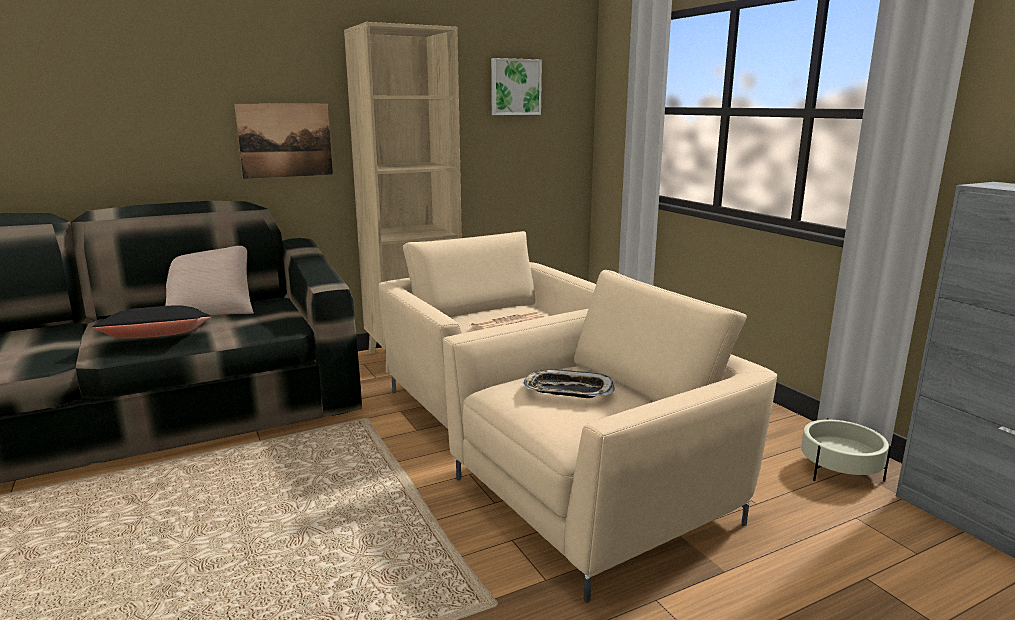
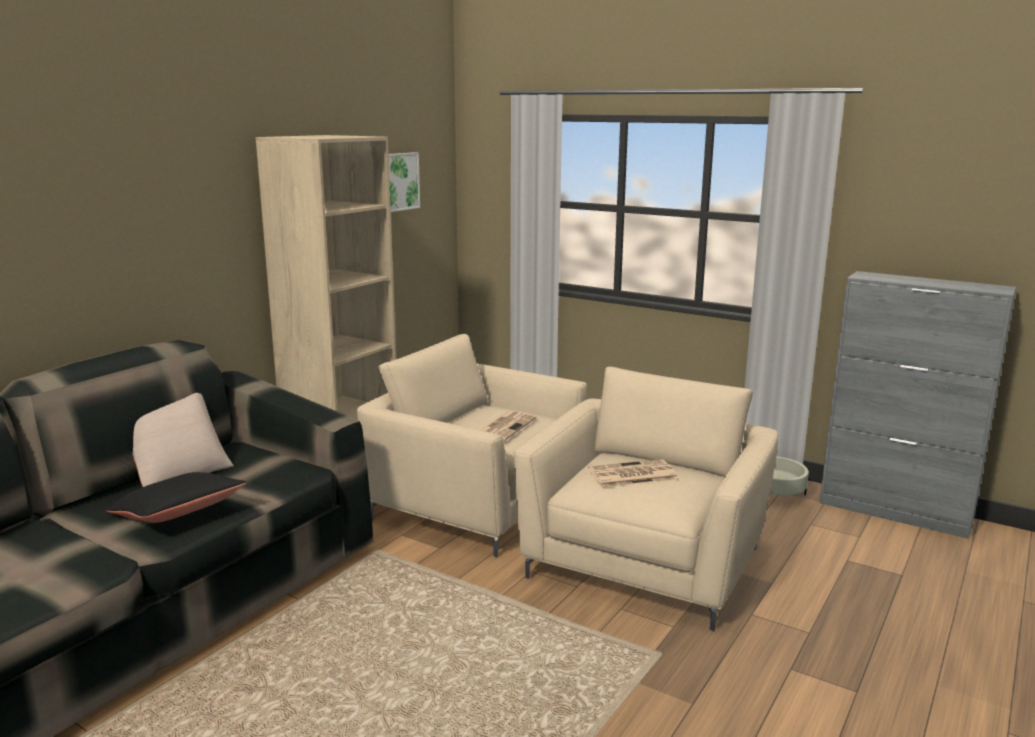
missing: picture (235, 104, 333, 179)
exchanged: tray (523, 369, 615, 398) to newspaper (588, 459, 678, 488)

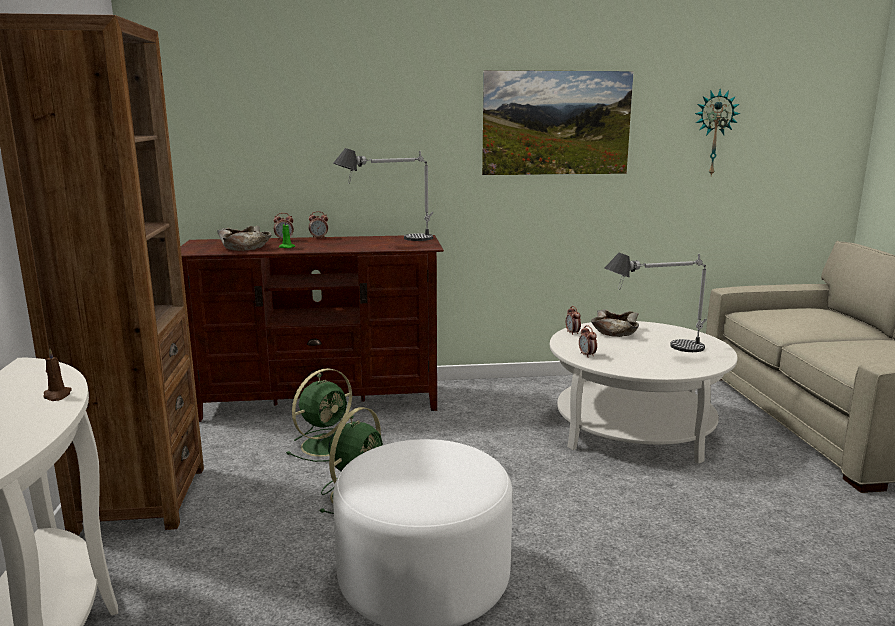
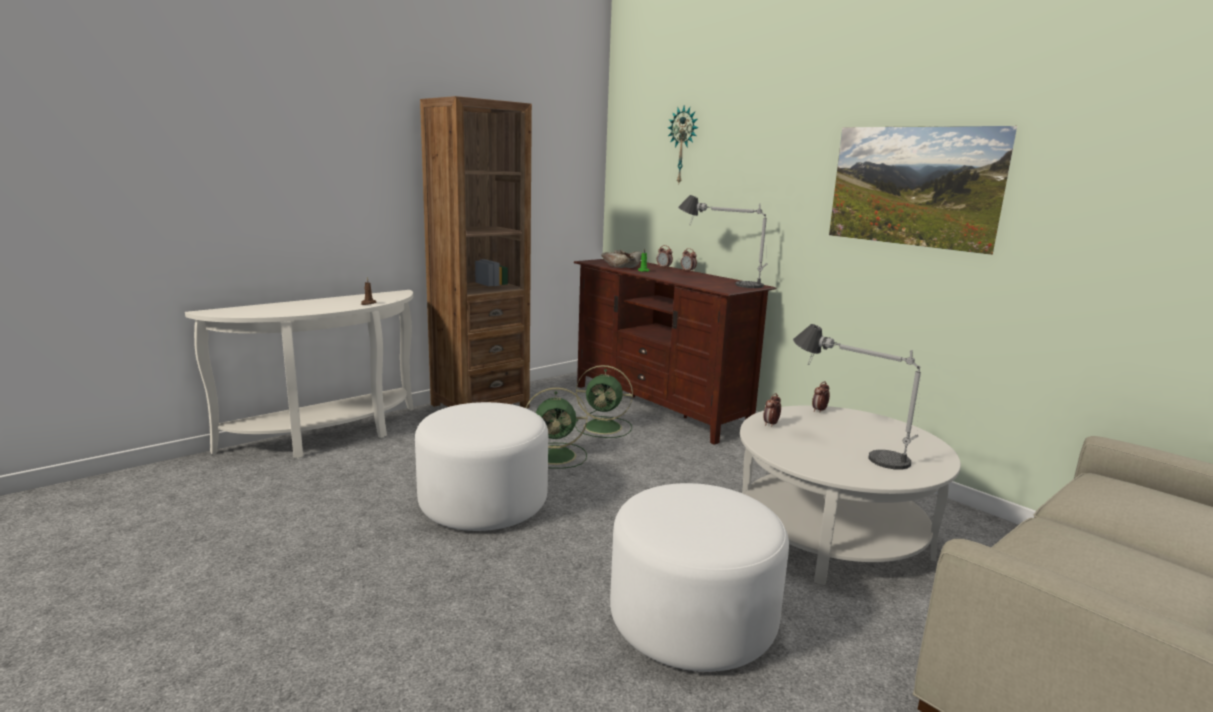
missing: beige bowl (591, 309, 639, 337)
appeared: white ottoman (610, 483, 789, 672)
relocated: wall clock (695, 88, 740, 176) to (668, 106, 699, 183)

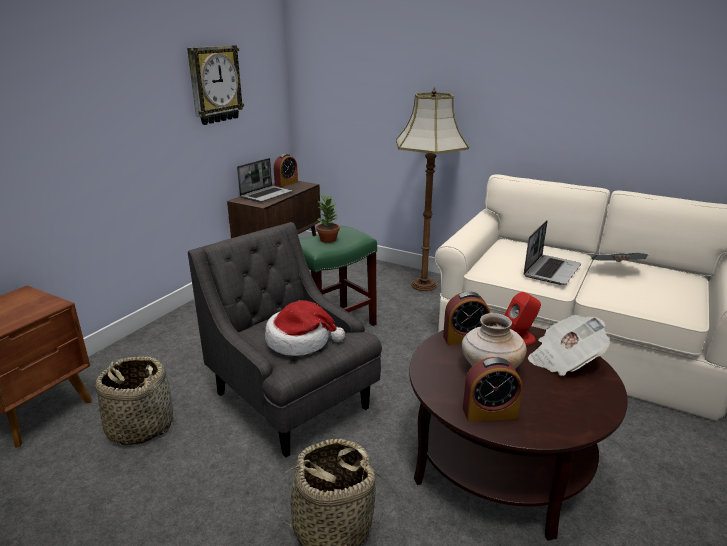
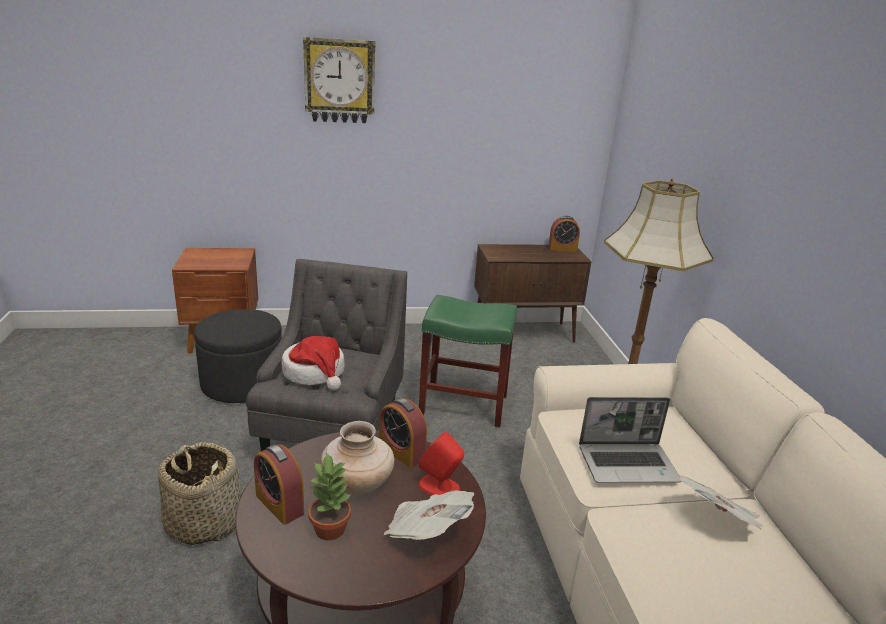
missing: laptop (237, 158, 293, 202)
relocated: wall clock (187, 45, 244, 125) to (303, 37, 375, 123); potted plant (317, 193, 339, 243) to (308, 454, 351, 540)
exchanged: basket (96, 357, 173, 445) to black ottoman (194, 309, 282, 403)

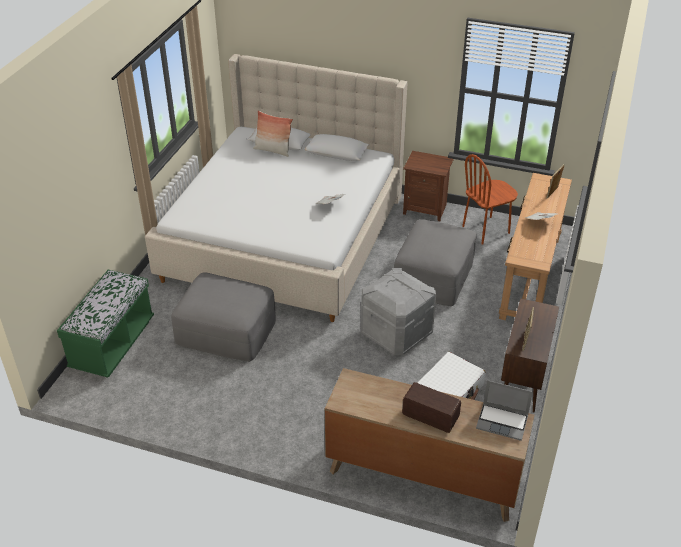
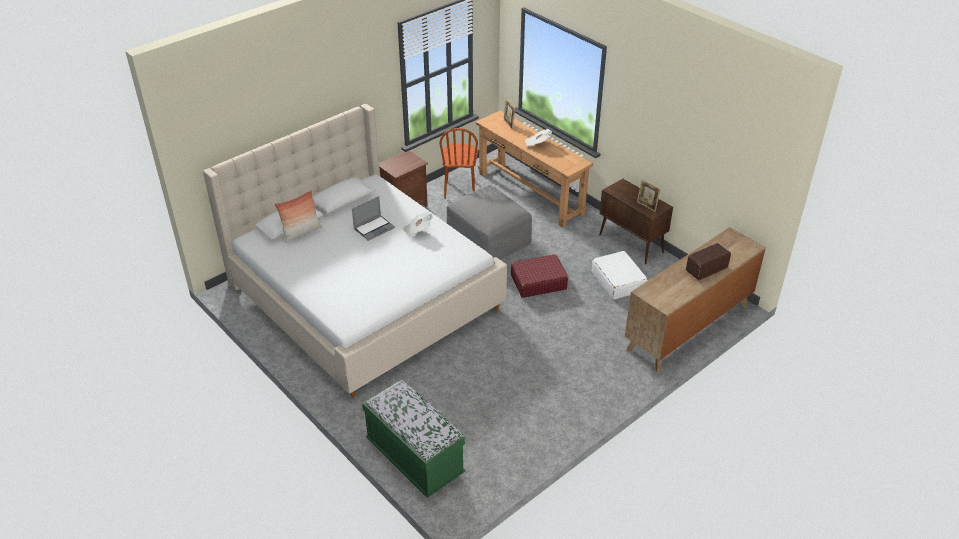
missing: grey ottoman (171, 272, 276, 362)
relocated: laptop (476, 380, 533, 441) to (352, 196, 395, 241)
exchanged: grey storage box (361, 268, 436, 356) to red suitcase (511, 254, 568, 298)

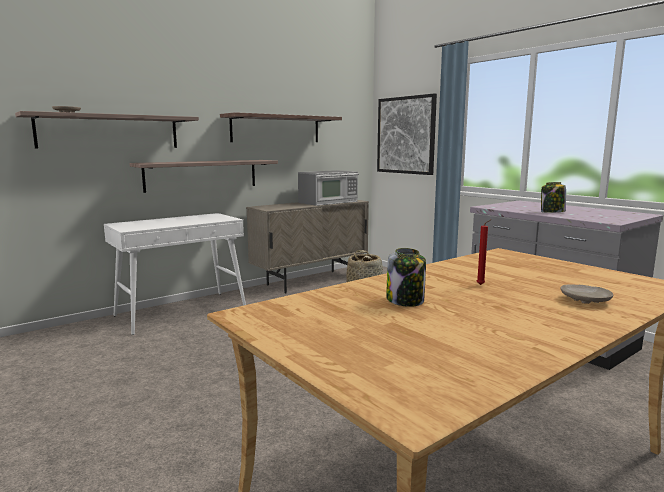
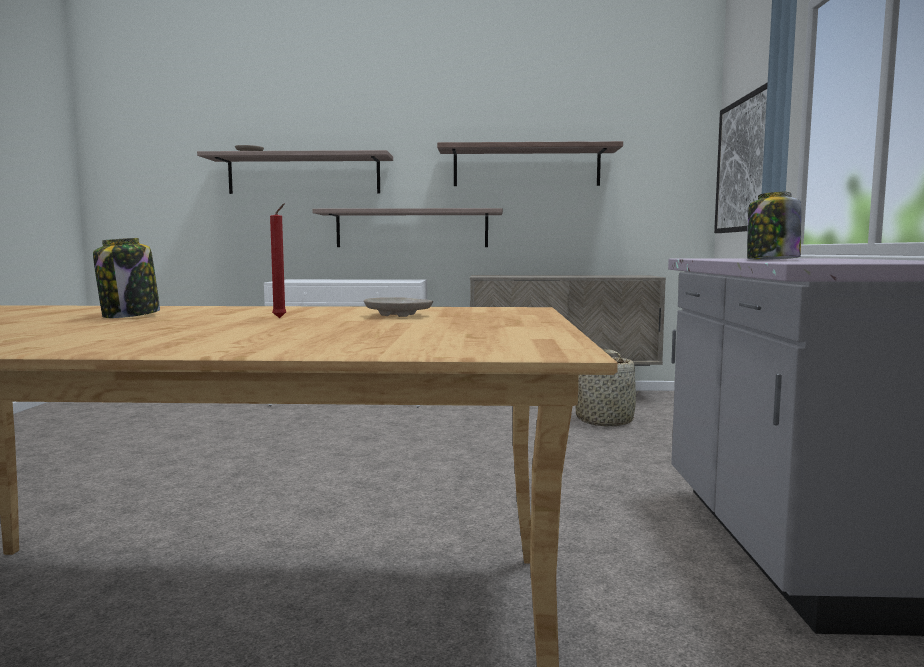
missing: microwave (298, 170, 359, 206)
relocated: beige plate (561, 284, 613, 304) to (364, 297, 433, 317)

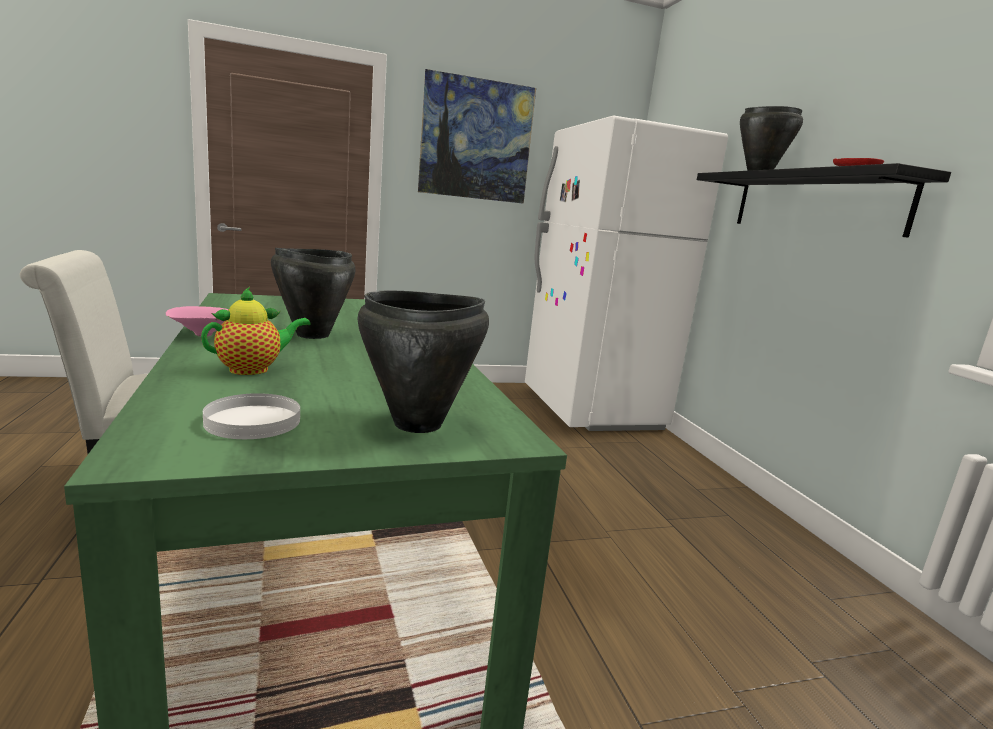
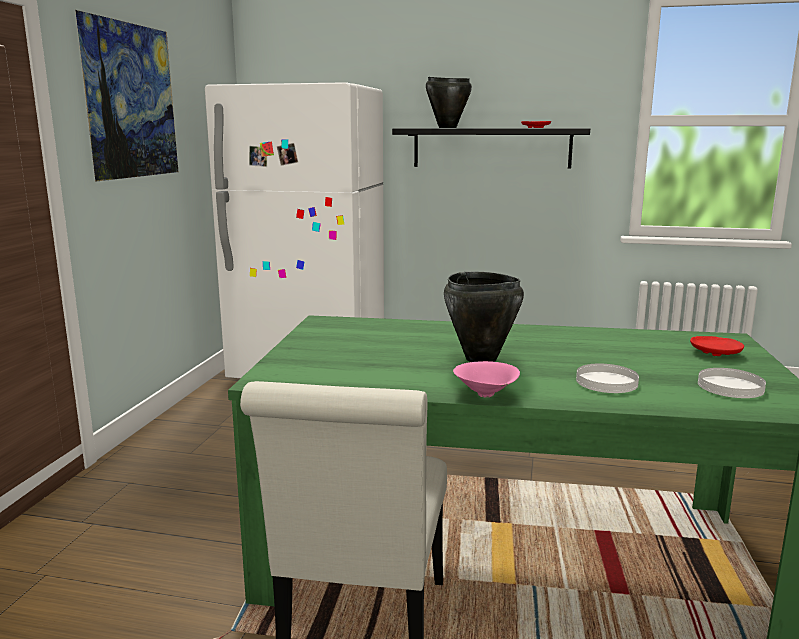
exchanged: teapot (201, 287, 310, 375) to white plate (576, 364, 639, 393); black cooking pot (358, 291, 489, 433) to red plate (690, 336, 744, 356)

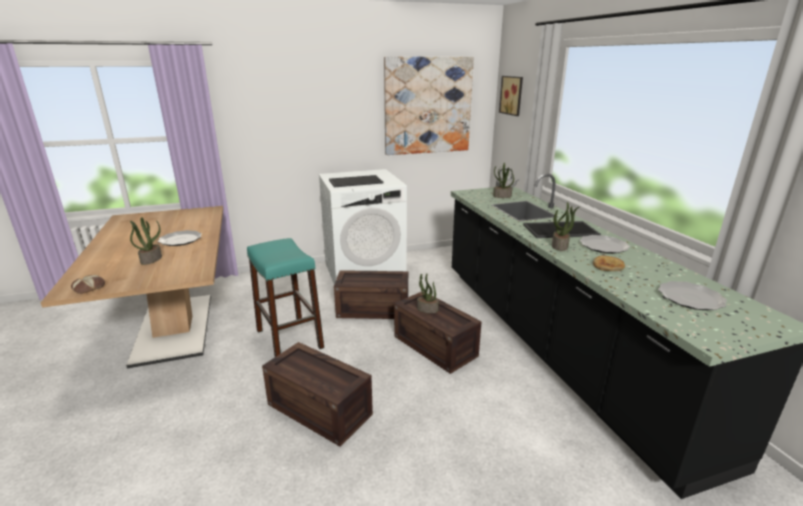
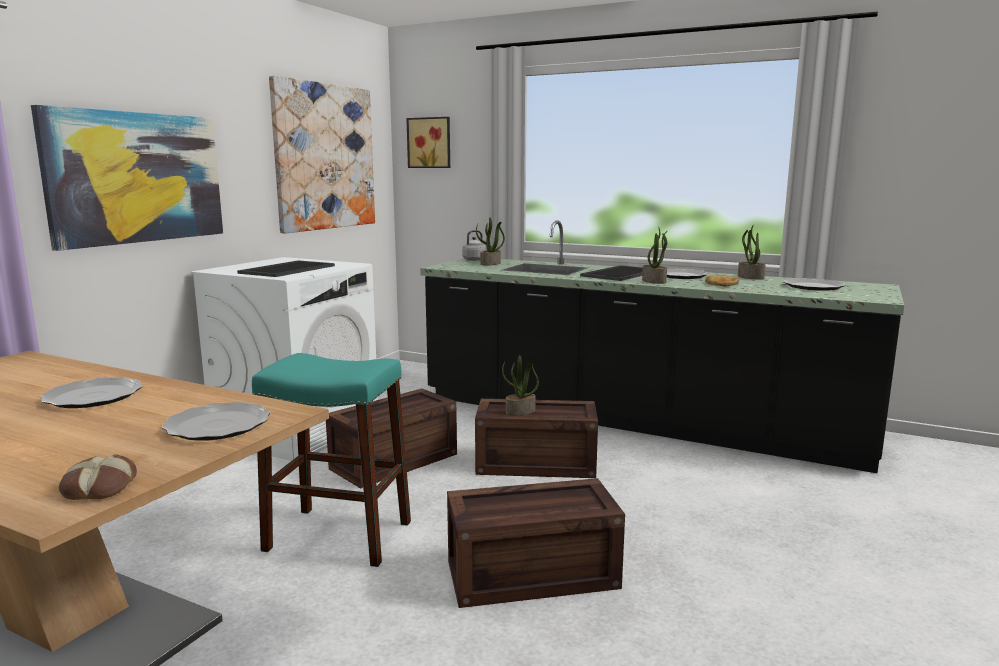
appeared: picture (31, 105, 223, 251); plate (161, 402, 271, 441)
relocated: potted plant (130, 217, 162, 265) to (738, 224, 766, 280)

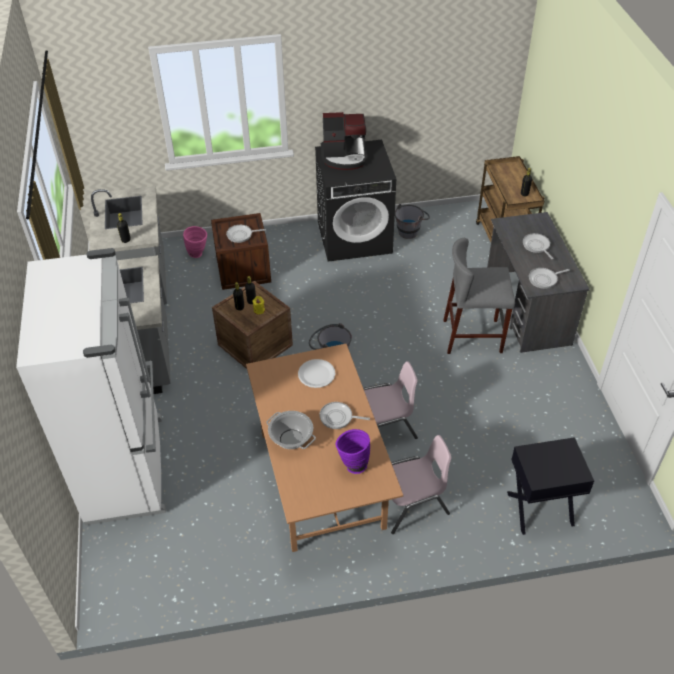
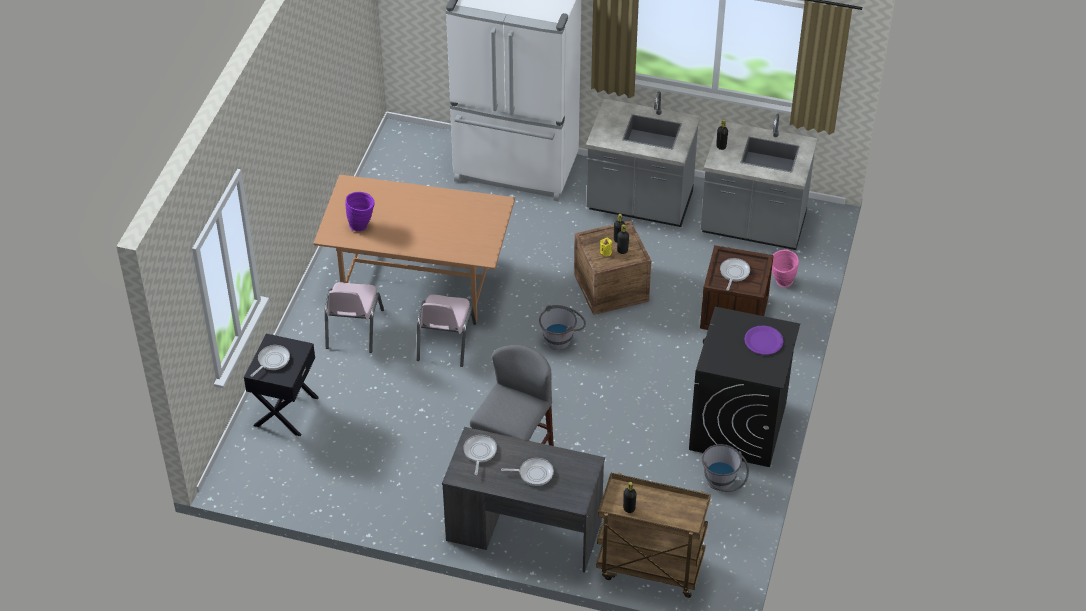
missing: white plate (298, 359, 335, 388); cooking pot (266, 411, 316, 449)
relocated: frying pan (320, 402, 370, 429) to (250, 345, 290, 377)
exchanged: coffee machine (321, 112, 367, 170) to purple plate (744, 326, 784, 355)

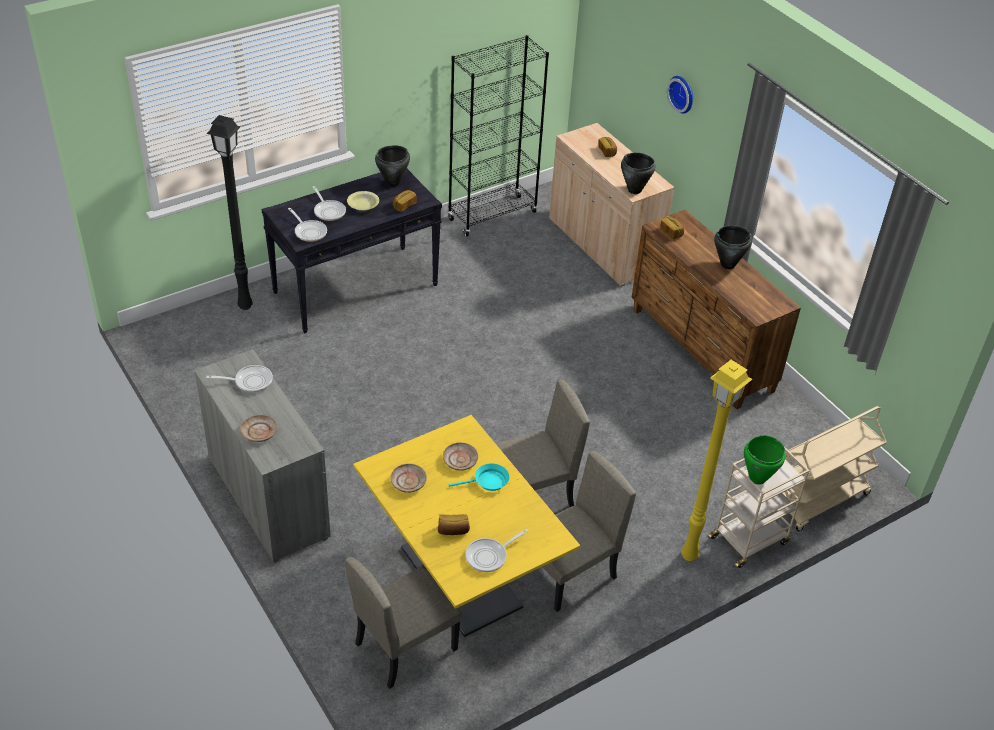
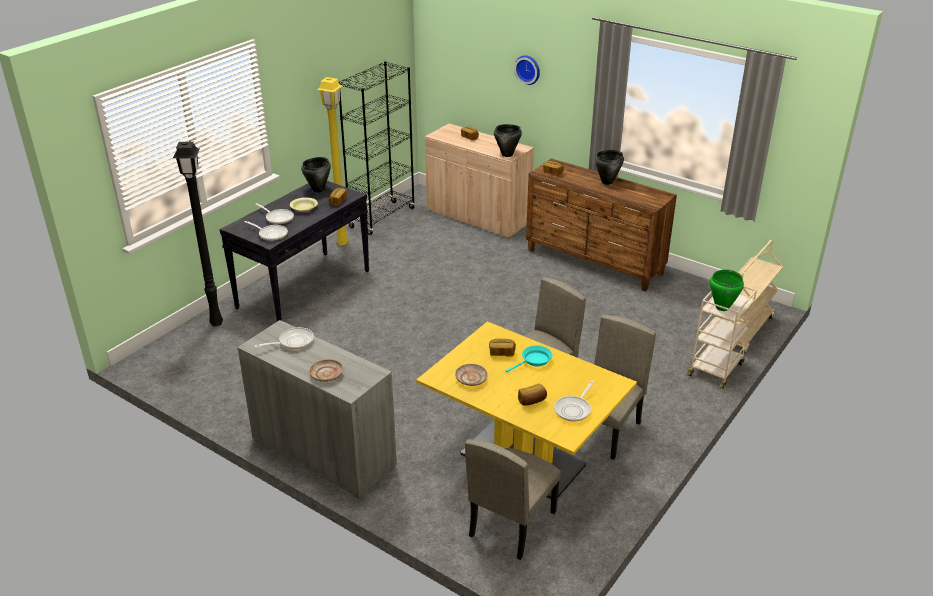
relocated: yellow floor lamp (681, 360, 752, 561) to (317, 77, 348, 245)
exchanged: beige plate (443, 442, 478, 471) to bread (489, 339, 516, 357)

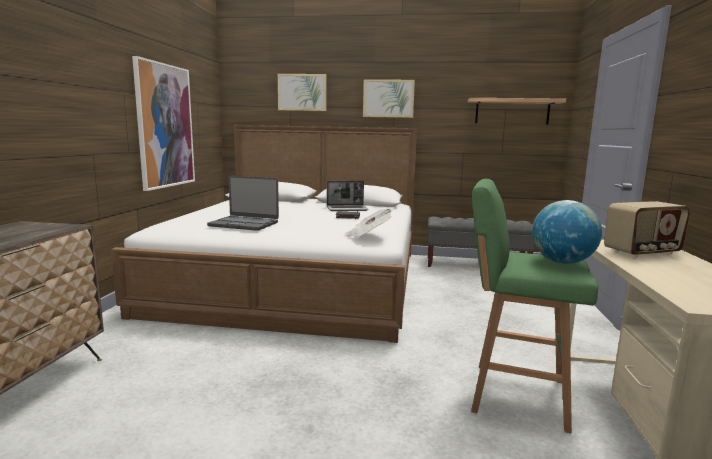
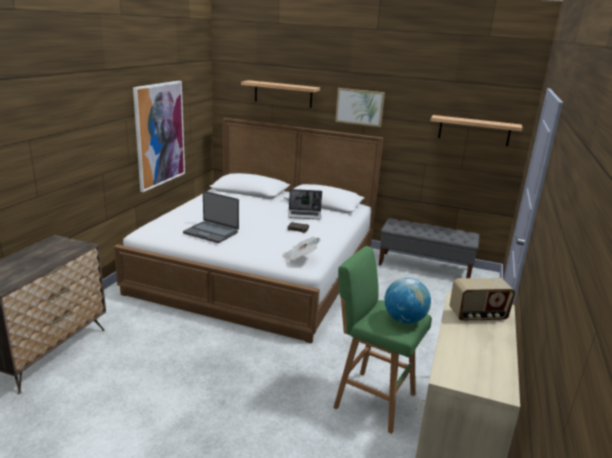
exchanged: picture (278, 74, 327, 111) to shelf (241, 80, 320, 108)

